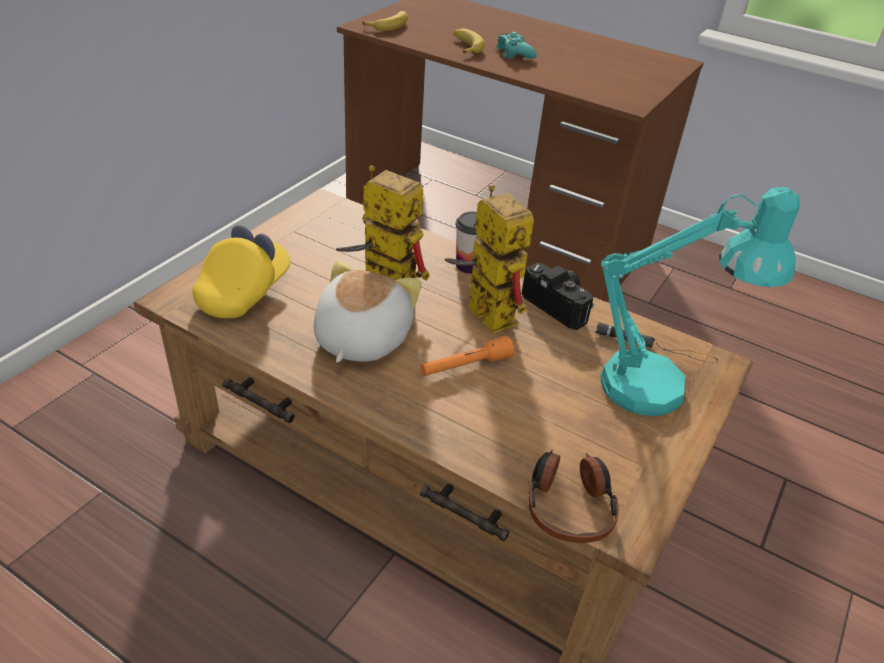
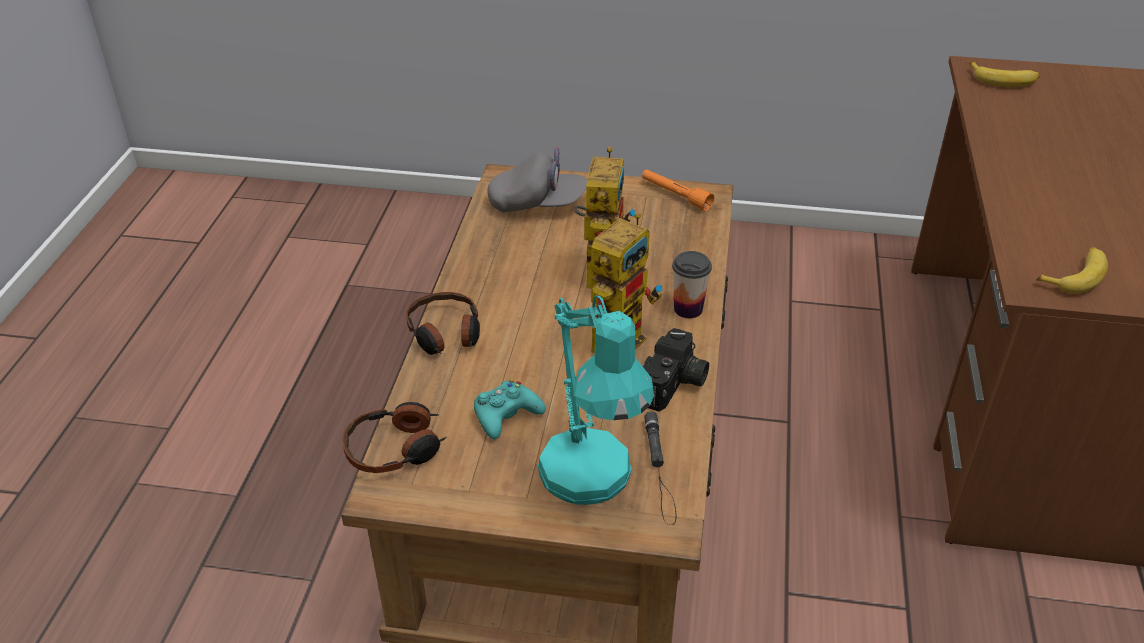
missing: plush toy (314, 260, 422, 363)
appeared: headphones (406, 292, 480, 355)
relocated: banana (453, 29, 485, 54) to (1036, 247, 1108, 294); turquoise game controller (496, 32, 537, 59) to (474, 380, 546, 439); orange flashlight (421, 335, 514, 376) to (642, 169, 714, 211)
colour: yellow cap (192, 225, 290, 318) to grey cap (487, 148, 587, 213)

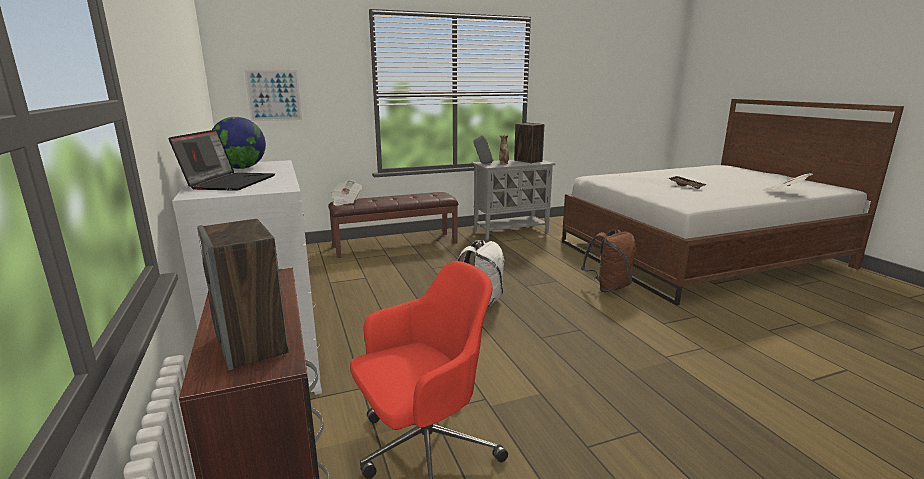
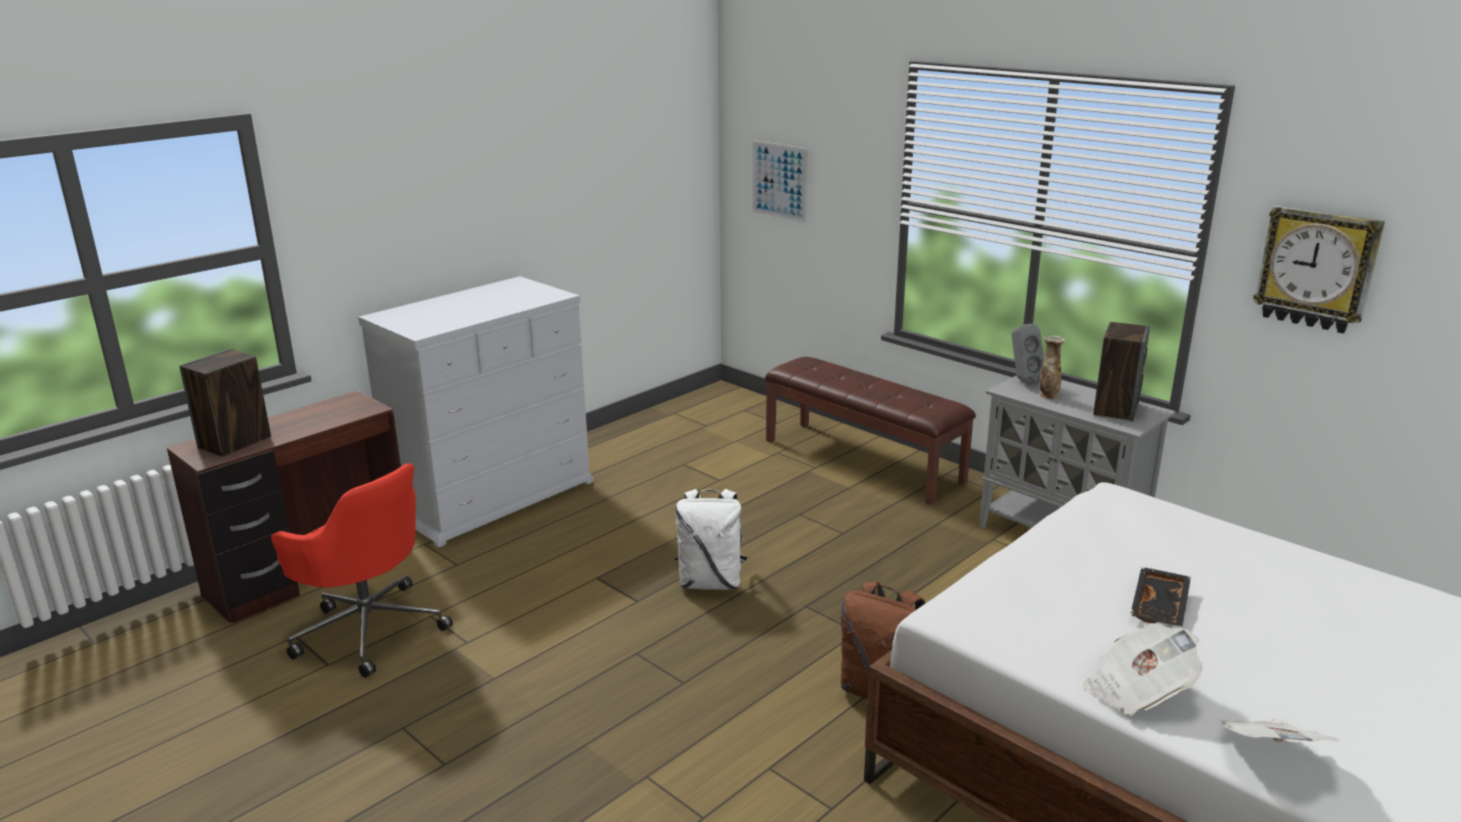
missing: globe (212, 117, 266, 169); laptop (169, 129, 275, 191)
appeared: wall clock (1253, 206, 1385, 333)
relocated: newspaper (331, 180, 363, 206) to (1083, 623, 1203, 716)

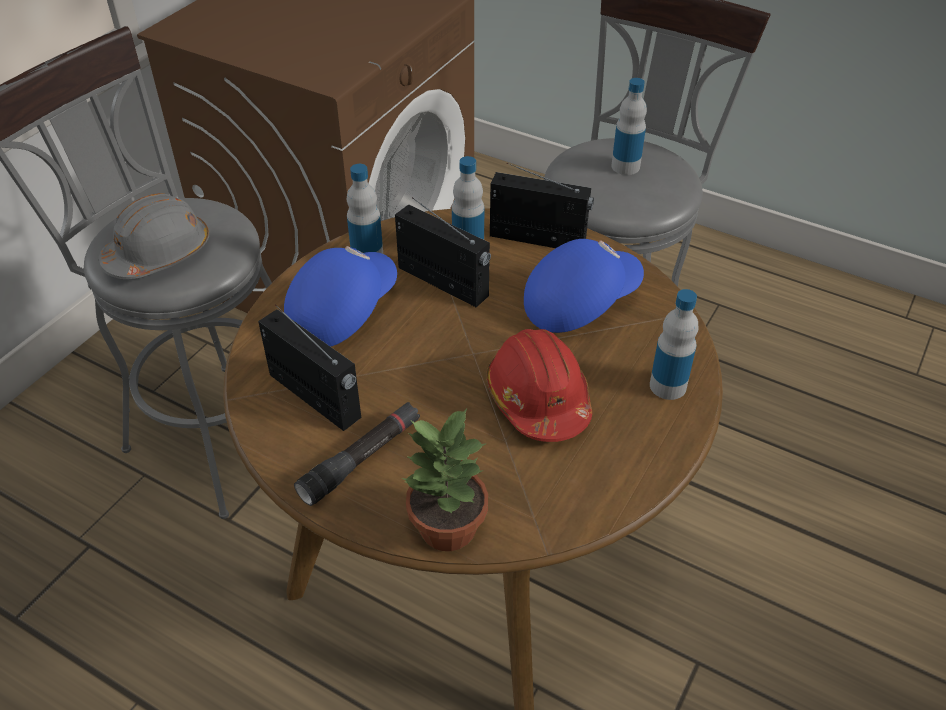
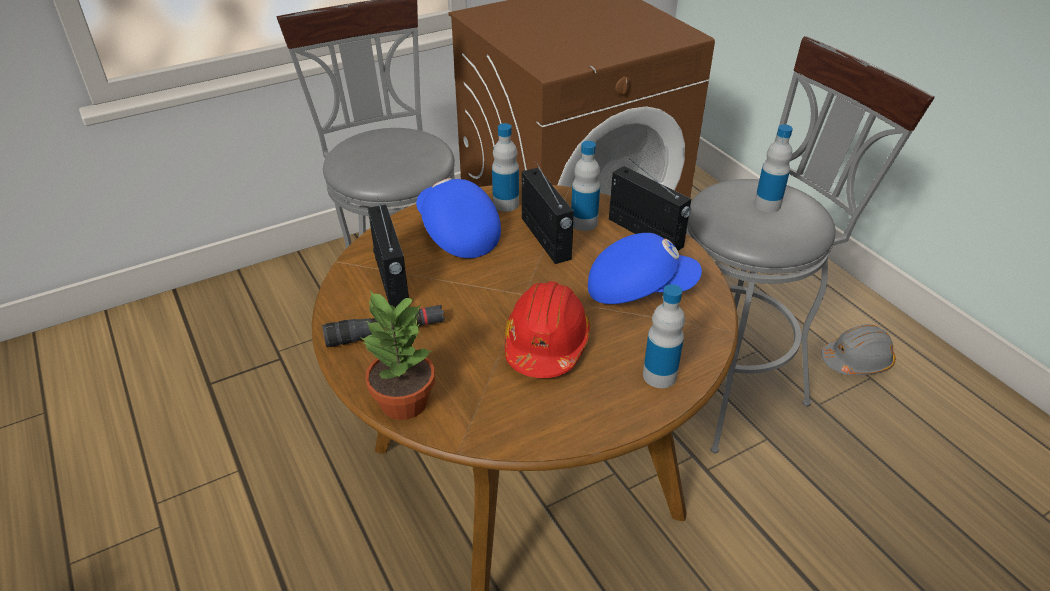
relocated: grey hard hat (99, 193, 209, 279) to (821, 324, 896, 375)
spun: blue cap (284, 246, 397, 347) = (416, 178, 501, 258) 105 degrees counterclockwise

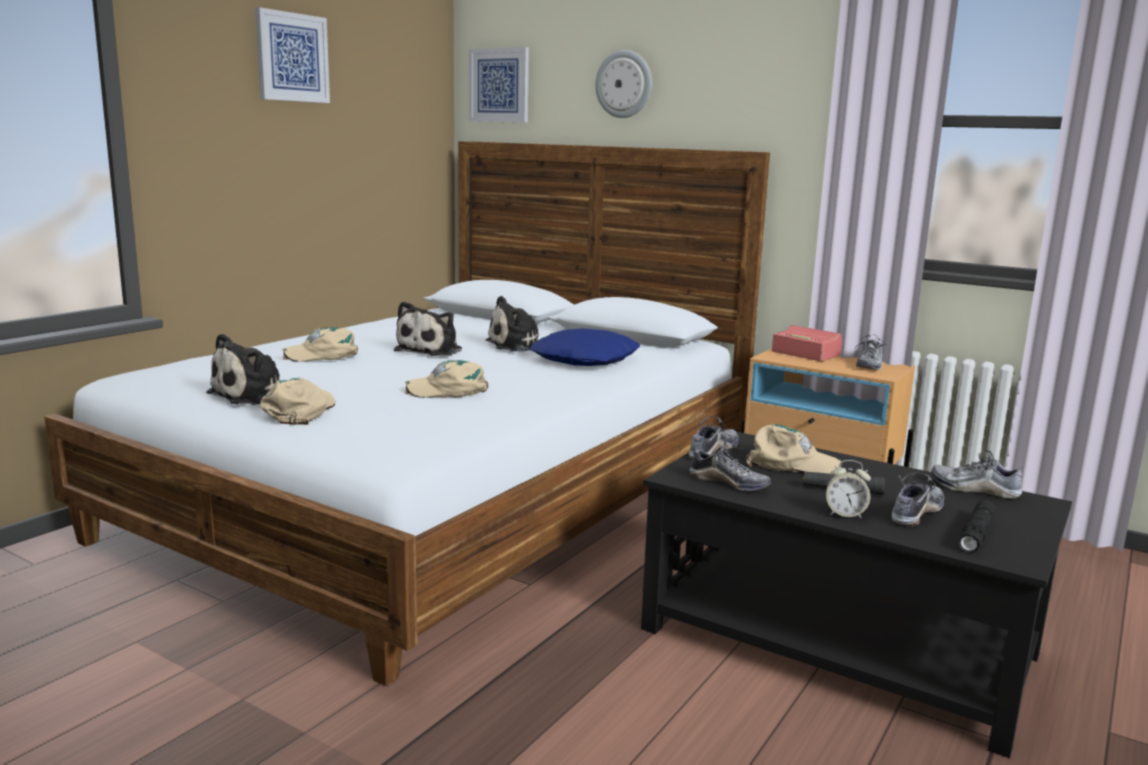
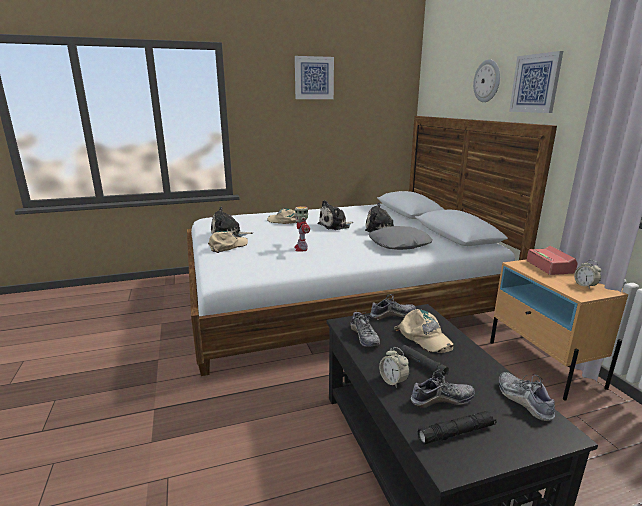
relocated: picture (469, 47, 529, 123) to (509, 51, 563, 113)
exchanged: shoe (855, 335, 889, 370) to alarm clock (574, 260, 601, 289); beige cap (405, 360, 488, 398) to toy robot (294, 206, 310, 252)
colour: blue pillow (531, 328, 640, 366) to grey pillow (369, 226, 432, 250)

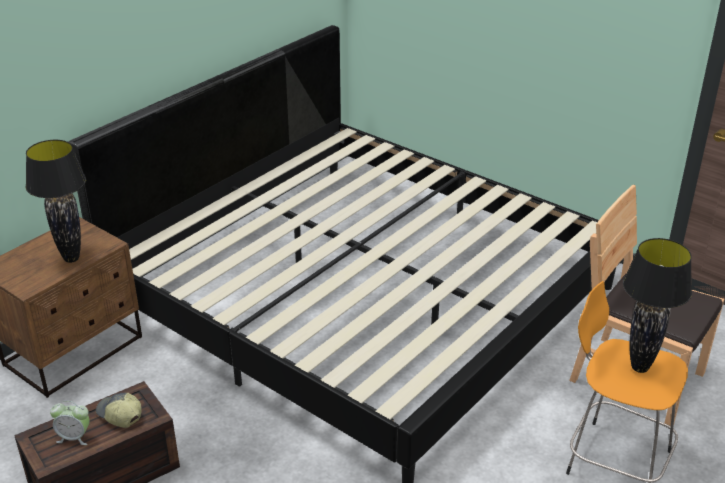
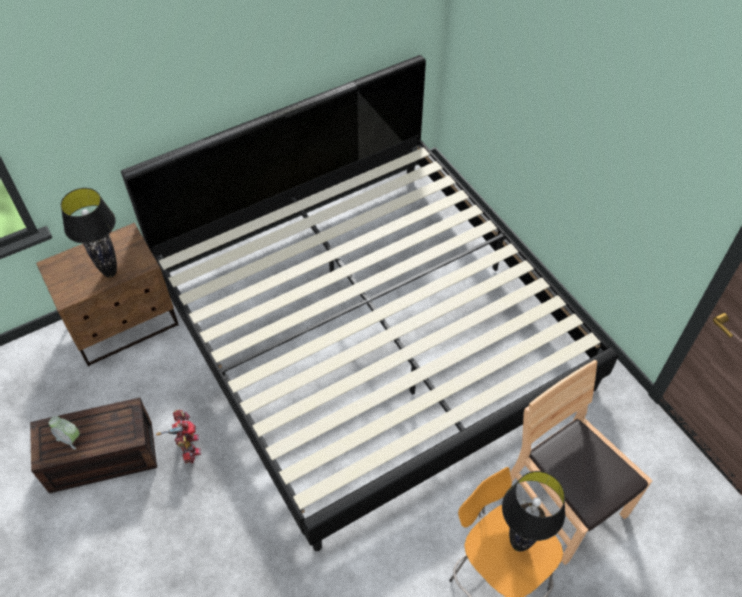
missing: cap (96, 393, 142, 428)
appeared: toy robot (156, 409, 201, 463)

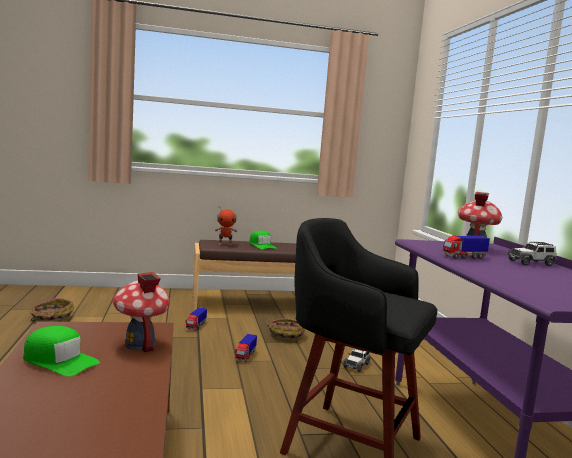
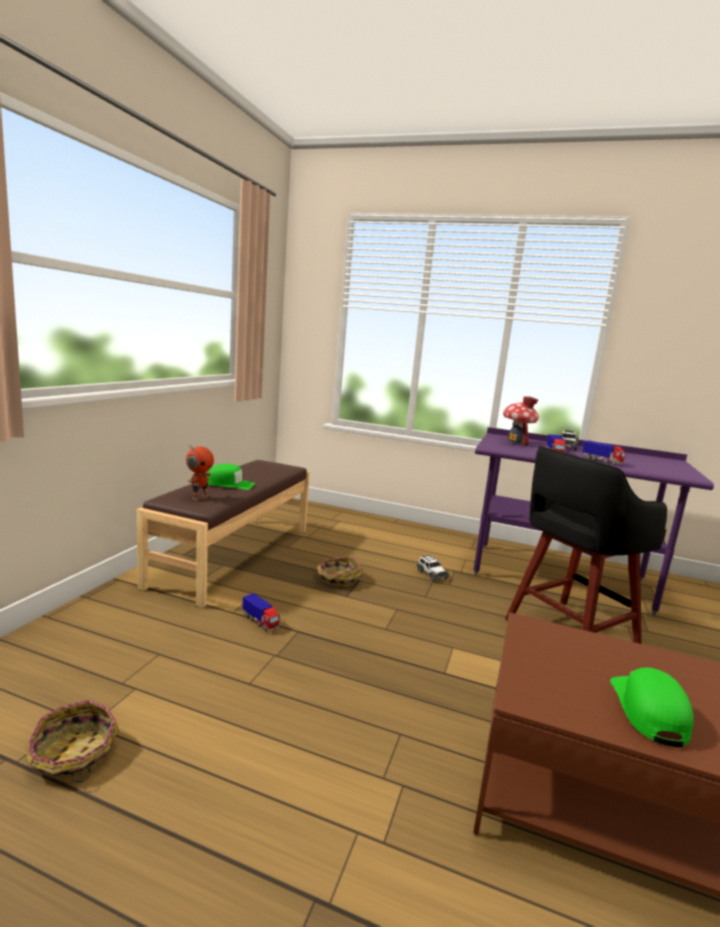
missing: toy house (112, 272, 170, 352)
relocated: toy truck (235, 334, 257, 362) to (582, 440, 625, 465)
spun: green cap (23, 326, 100, 376) = (610, 667, 694, 747) 45 degrees counterclockwise

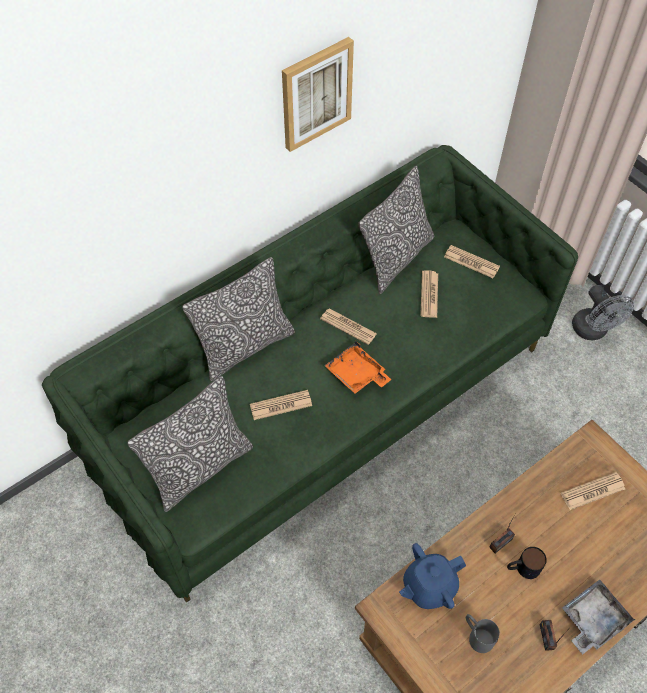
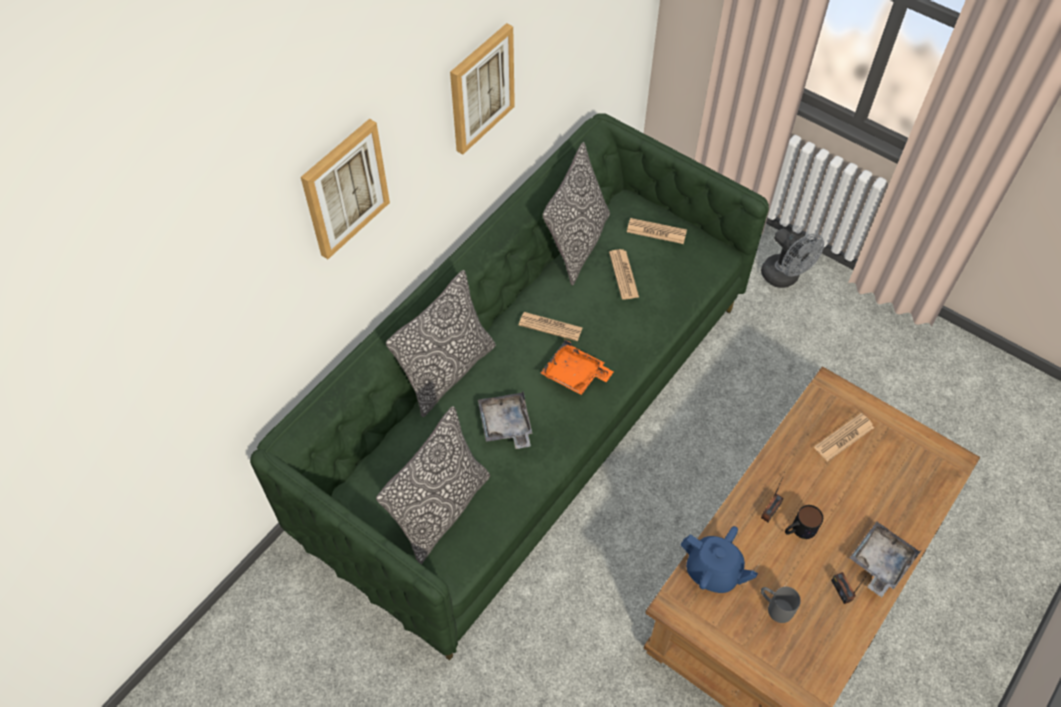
appeared: picture (301, 119, 390, 259)
exchanged: newspaper (250, 390, 312, 420) to grey tray (478, 392, 532, 449)
spun: blue teapot (399, 543, 466, 609) = (680, 526, 758, 593) 105 degrees counterclockwise

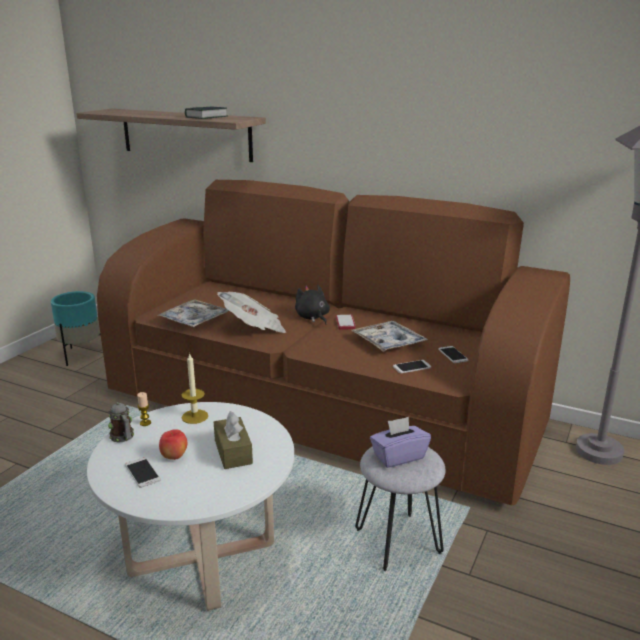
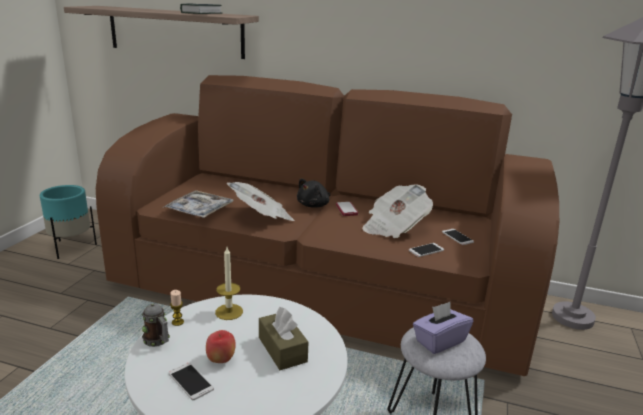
exchanged: tray (351, 321, 428, 352) to newspaper (362, 184, 433, 238)
spun: black plush toy (295, 285, 330, 325) = (297, 178, 330, 208) 105 degrees counterclockwise

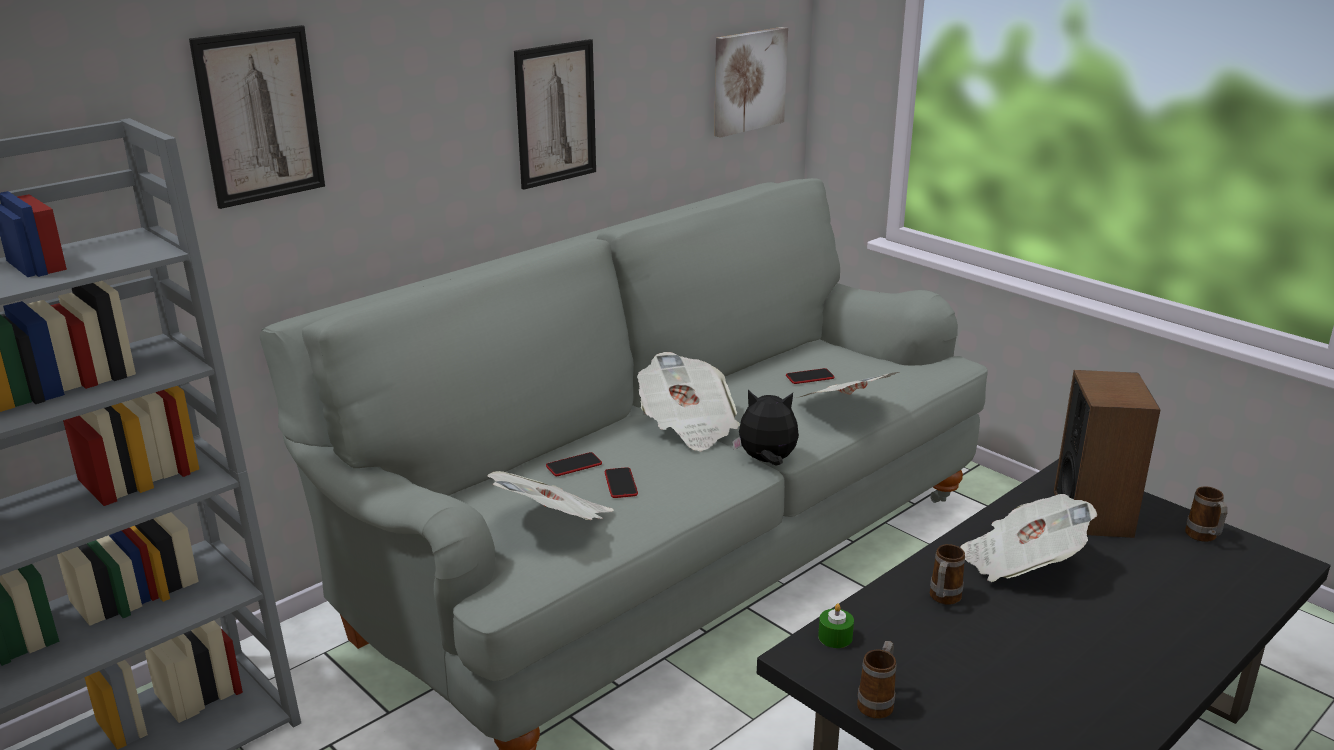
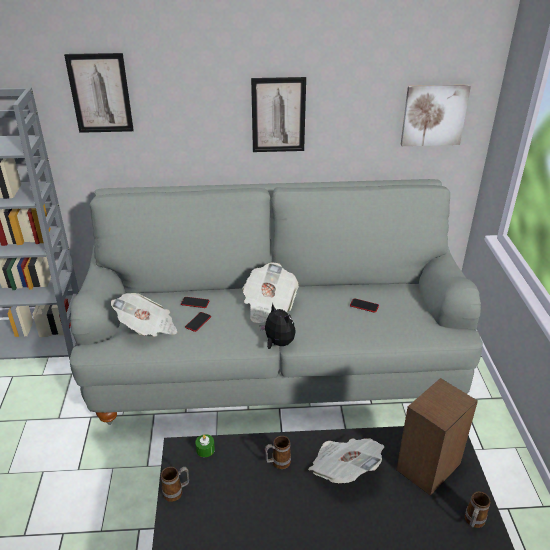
missing: newspaper (797, 372, 899, 398)

